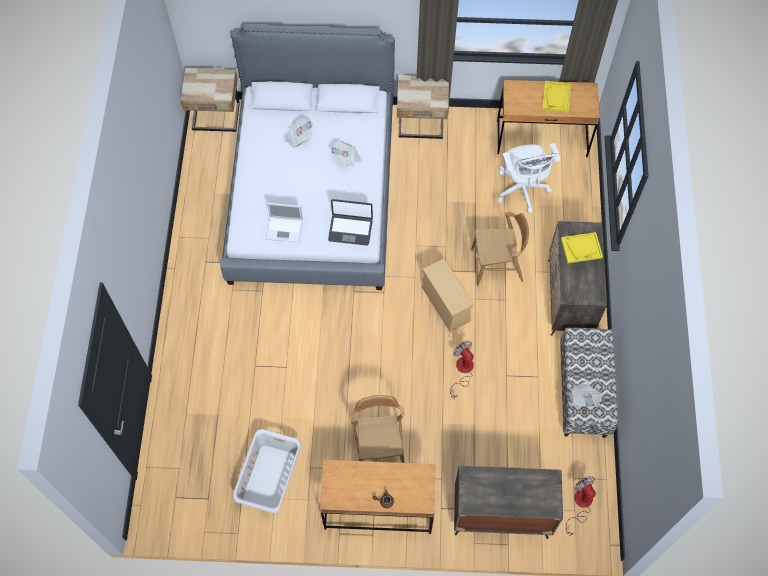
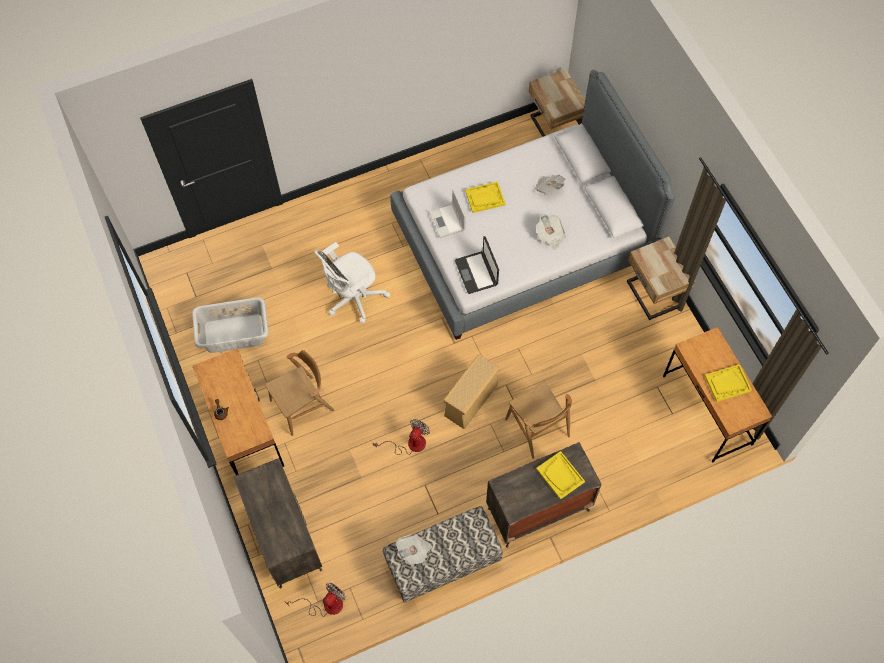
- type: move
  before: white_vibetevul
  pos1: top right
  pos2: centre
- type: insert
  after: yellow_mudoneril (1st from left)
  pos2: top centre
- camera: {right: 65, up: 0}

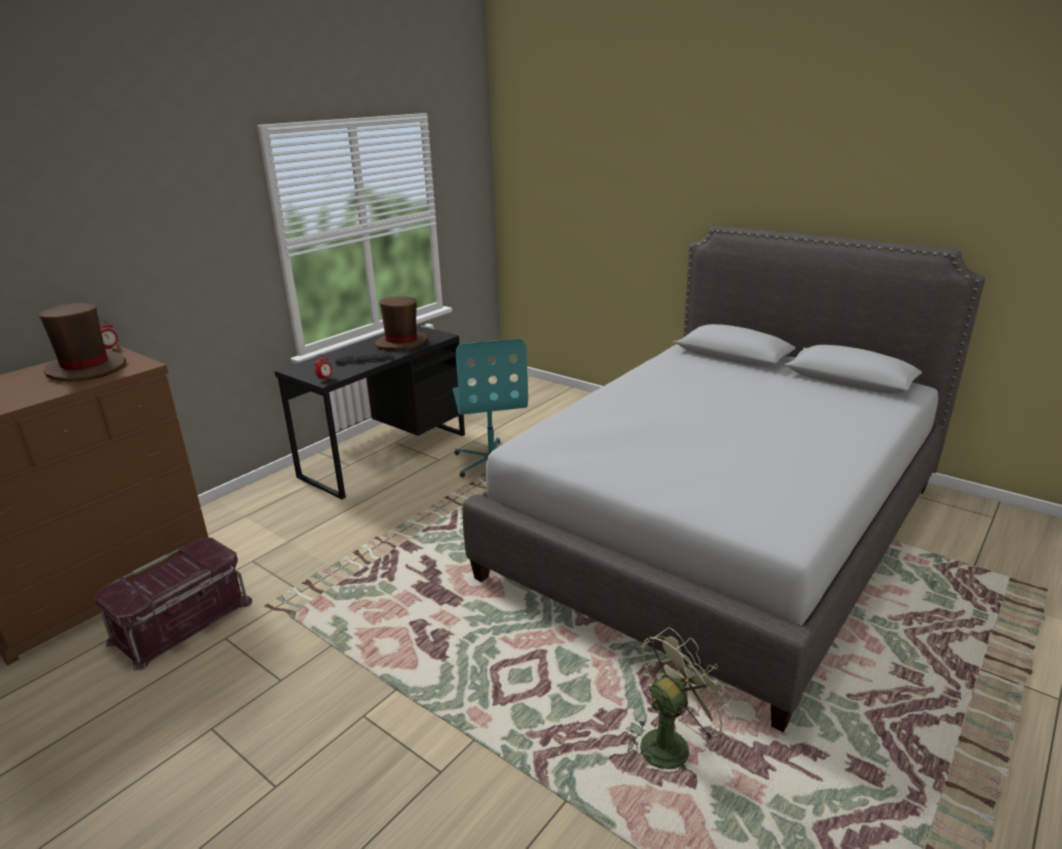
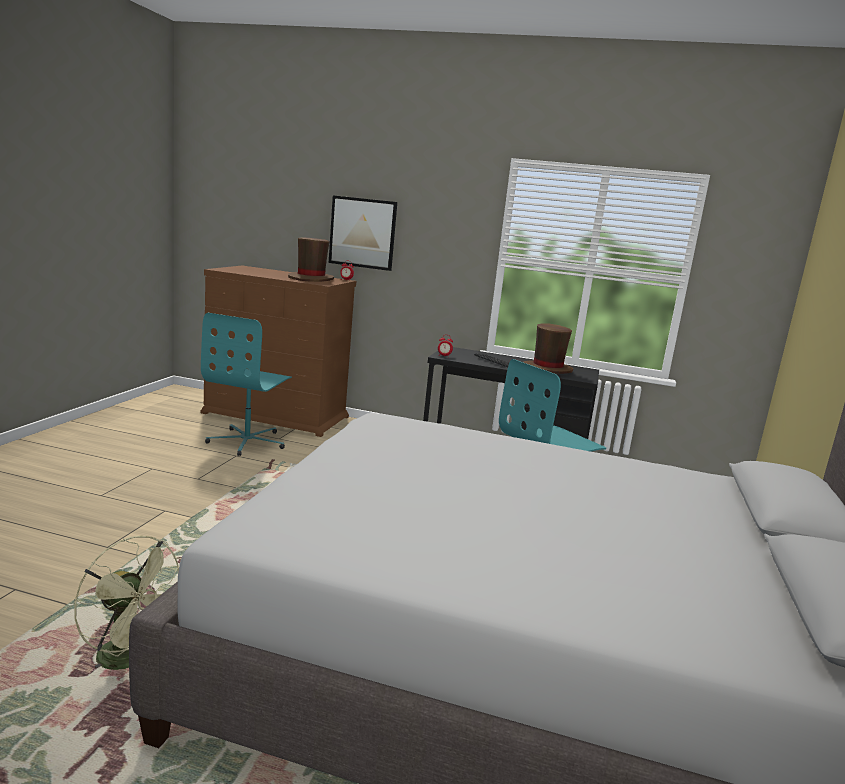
- type: replace
  before: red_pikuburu
  after: turquoise_vibetevul (1st from left)
  pos1: bottom left
  pos2: middle left
- type: insert
  after: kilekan
  pos2: top centre
- camera: {right: 65, up: -10}

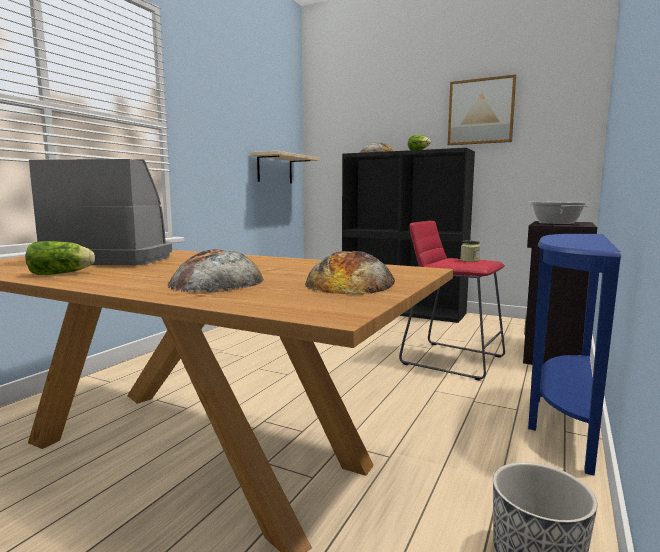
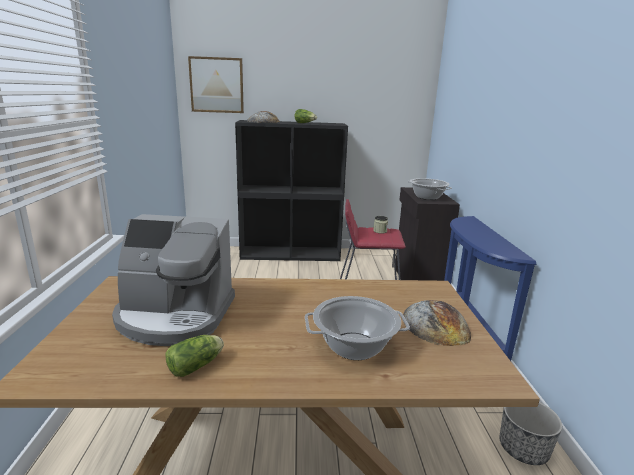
- type: rotate
  before: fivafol
  pos1: middle left
  pos2: middle left
  turn: -150
- type: move
  before: kilekan
  pos1: top right
  pos2: top centre
- type: replace
  before: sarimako (1st from left)
  after: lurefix (1st from left)
  pos1: middle left
  pos2: bottom centre
- type: delete
  before: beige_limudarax
  pos1: top centre
- camera: {right: -30, up: 10}

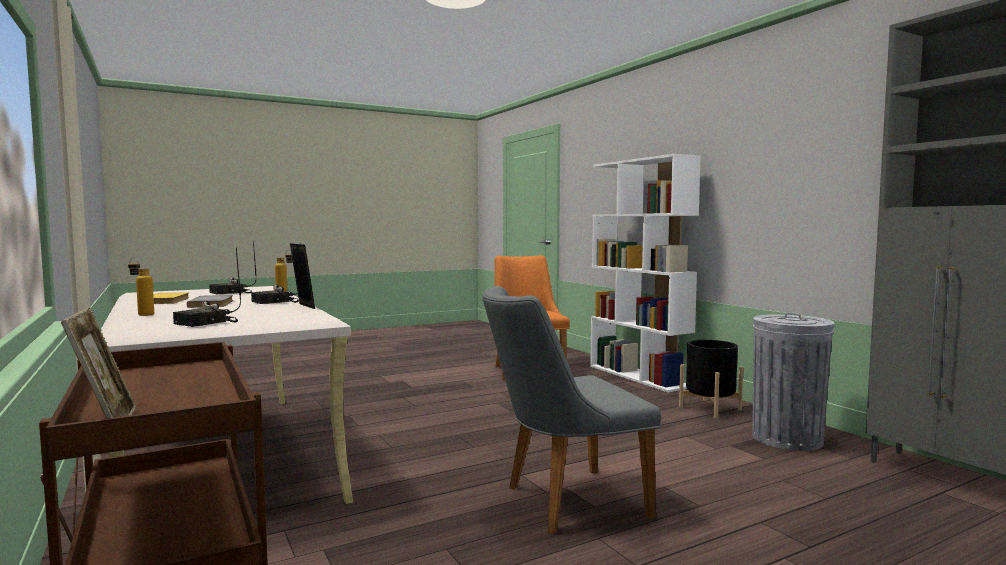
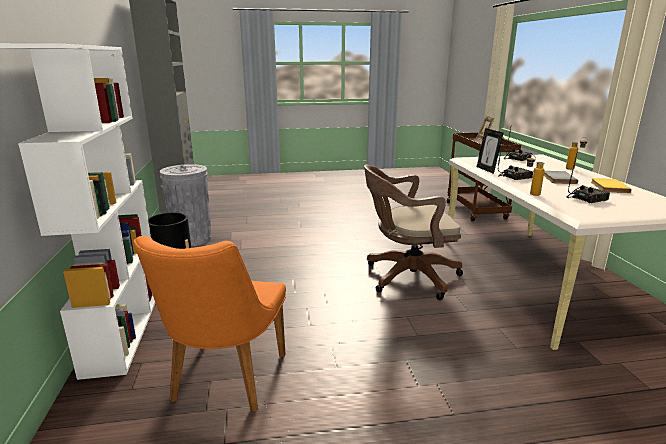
- type: insert
  after: brown_vibetevul
  pos2: centre
- type: delete
  before: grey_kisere
  pos1: bottom centre
- camera: {right: -160, up: 15}

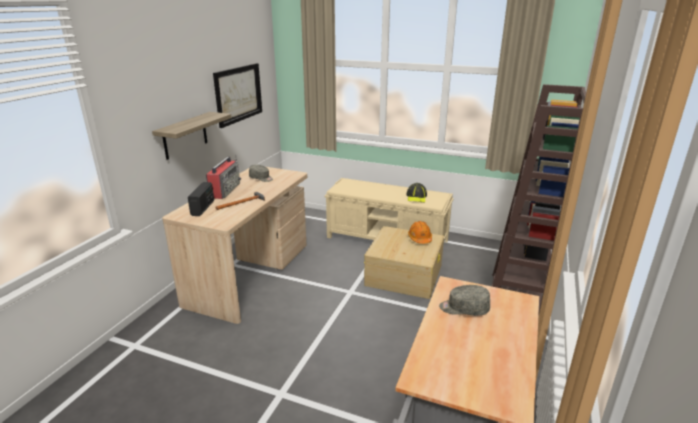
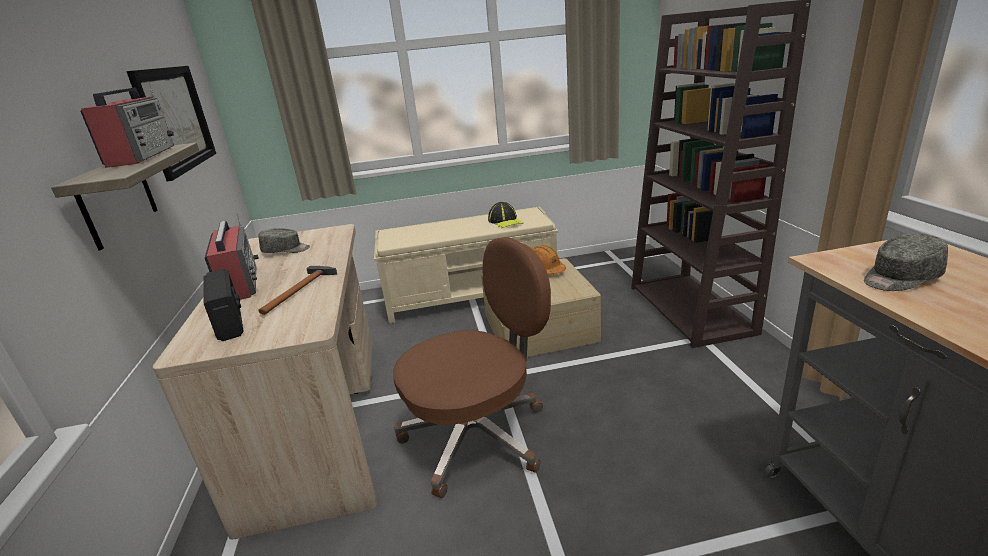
- type: insert
  after: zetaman (1st from left)
  pos2: top left
- type: insert
  after: brown_vibetevul
  pos2: centre
- camera: {right: -30, up: 0}

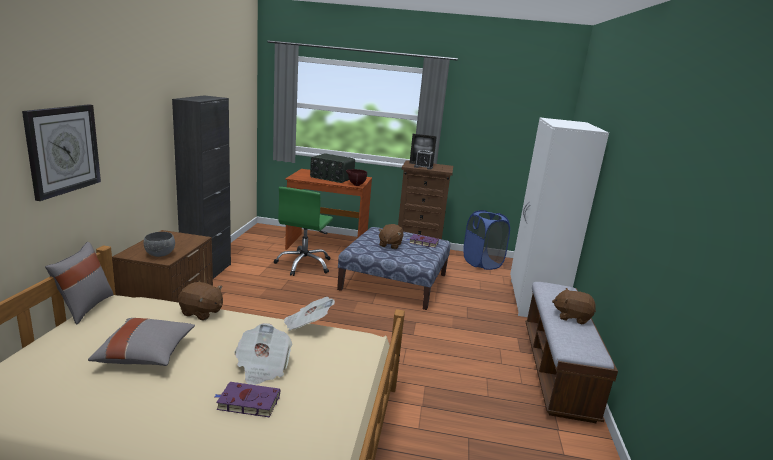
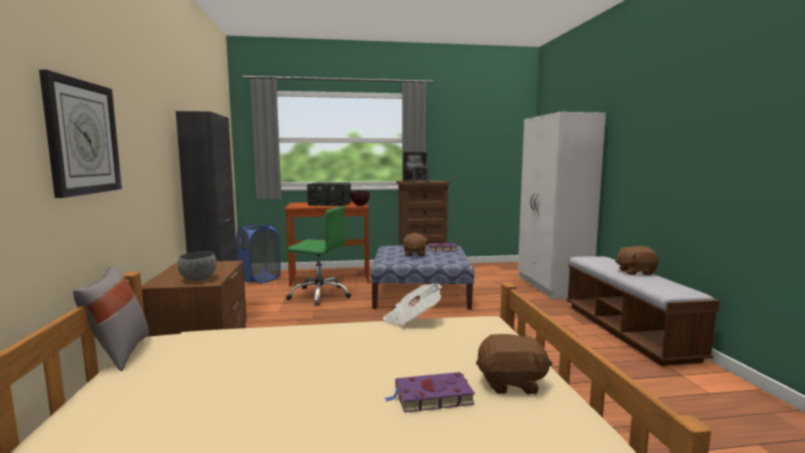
- type: move
  before: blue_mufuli
  pos1: centre
  pos2: middle left
- type: rotate
  before: green_vibetevul
  pos1: centre
  pos2: centre
  turn: -75
- type: move
  before: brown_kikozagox (1st from left in the first image)
  after: brown_kikozagox (2nd from left)
  pos1: middle left
  pos2: bottom centre
- type: delete
  before: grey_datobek (2nd from left)
  pos1: bottom left
- type: delete
  before: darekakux (1st from left)
  pos1: bottom centre
- camera: {right: -15, up: -10}

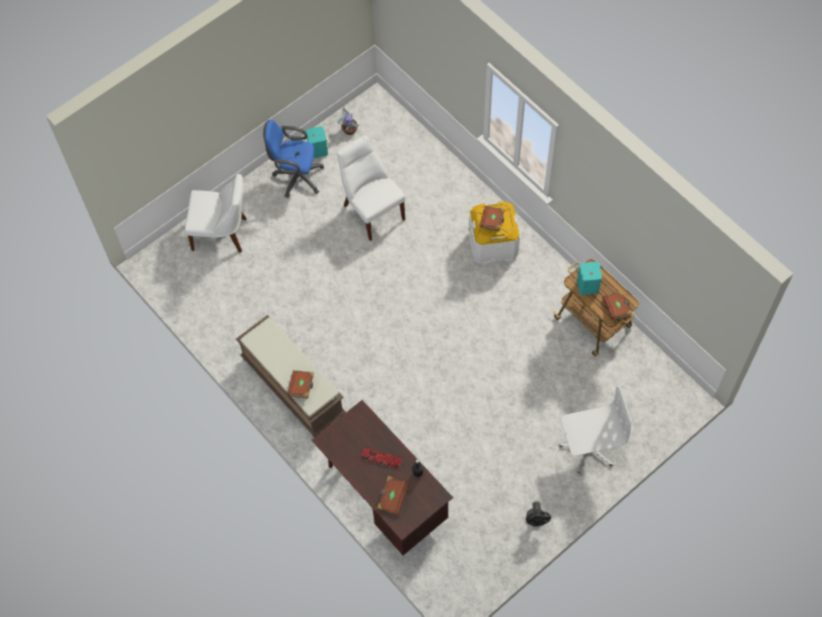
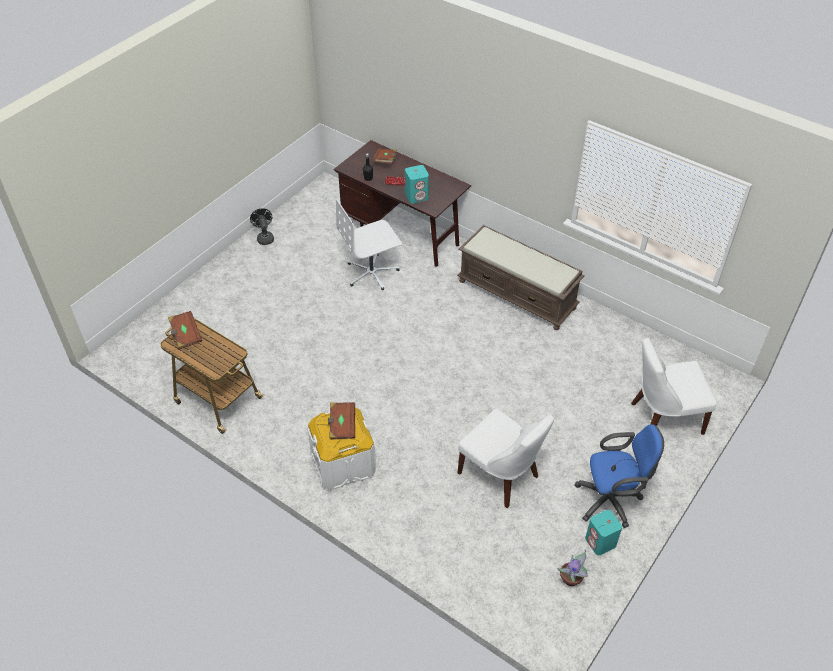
- type: move
  before: white_vibetevul
  pos1: bottom right
  pos2: centre
- type: move
  before: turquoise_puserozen (2nd from left in the first image)
  after: turquoise_puserozen (1st from left)
  pos1: middle right
  pos2: top centre
- type: delete
  before: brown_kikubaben (1st from left)
  pos1: centre
- camera: {right: 165, up: -15}

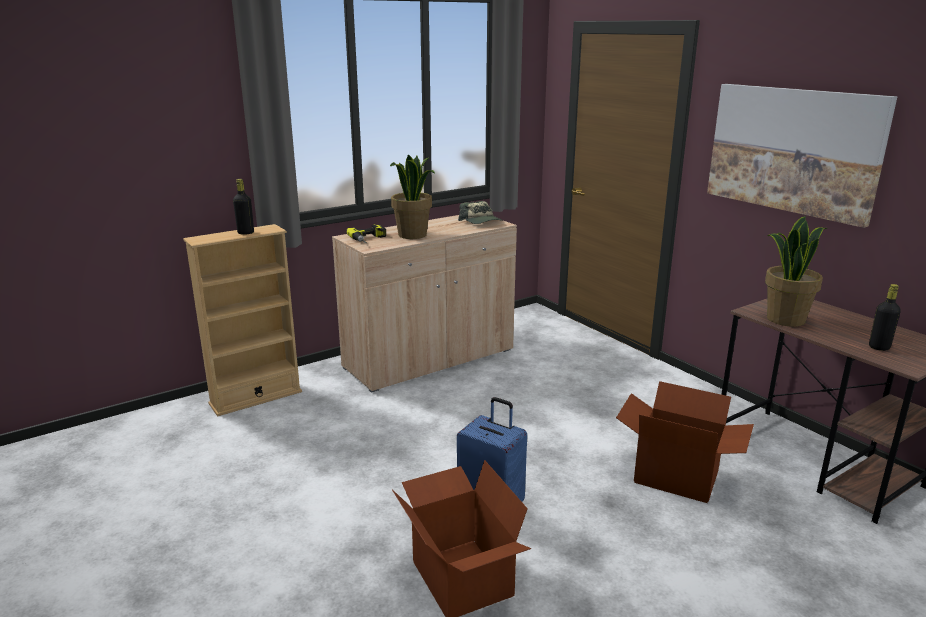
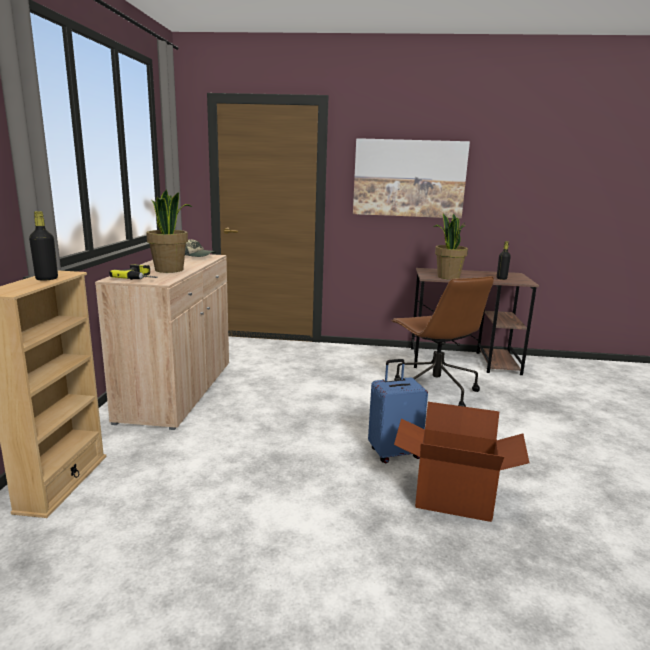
- type: replace
  before: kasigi (2nd from left)
  after: brown_vibetevul
  pos1: bottom right
  pos2: middle right
- camera: {right: -50, up: -5}

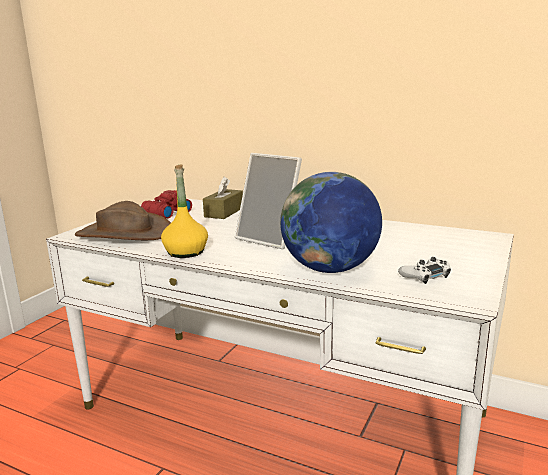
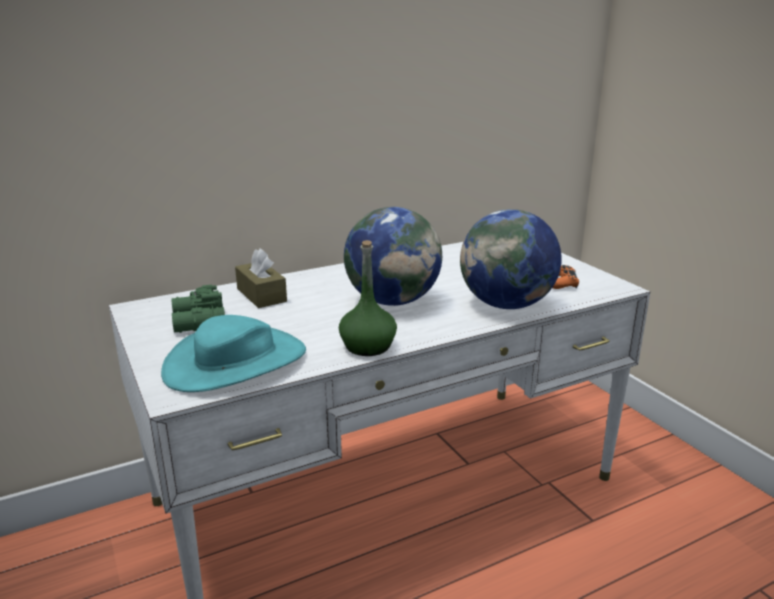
- type: recolor
  before: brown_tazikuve
  after: turquoise_tazikuve
  pos1: middle left
  pos2: middle left
- type: recolor
  before: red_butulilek
  after: green_butulilek
  pos1: middle left
  pos2: middle left
- type: recolor
  before: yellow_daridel
  after: green_daridel
  pos1: centre
  pos2: centre
- type: replace
  before: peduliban
  after: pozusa (1st from left)
  pos1: centre
  pos2: centre
- type: recolor
  before: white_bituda
  after: orange_bituda
  pos1: middle right
  pos2: middle right
- camera: {right: -55, up: 5}

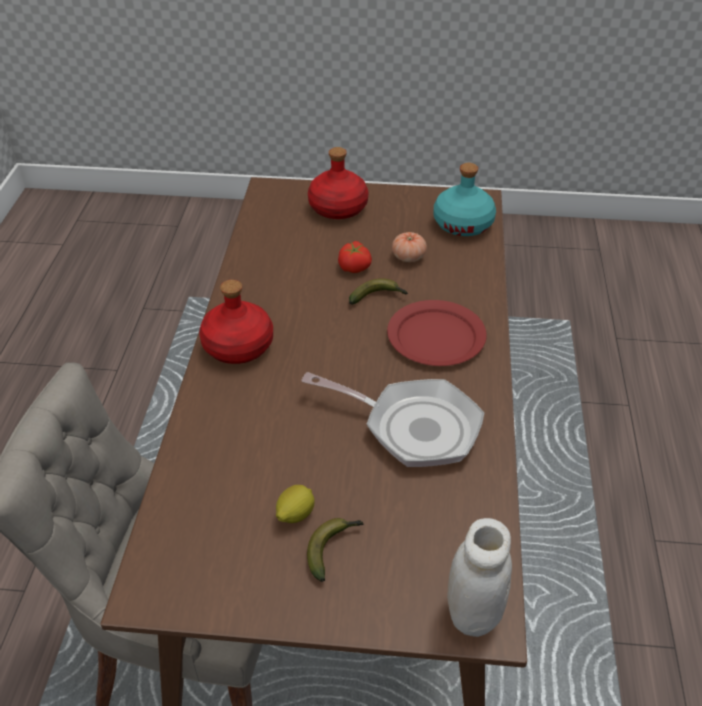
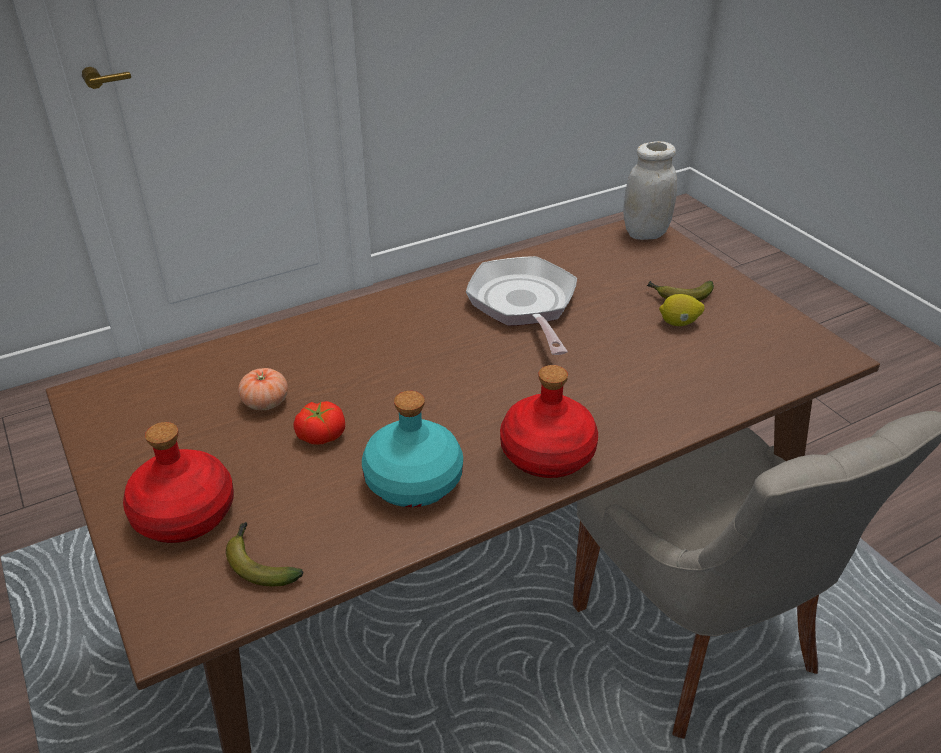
- type: move
  before: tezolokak (2nd from left in the first image)
  after: tezolokak (1st from left)
  pos1: centre
  pos2: bottom left
- type: move
  before: turquoise_daridel
  pos1: top centre
  pos2: centre
- type: delete
  before: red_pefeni
  pos1: centre
- camera: {right: -125, up: -5}

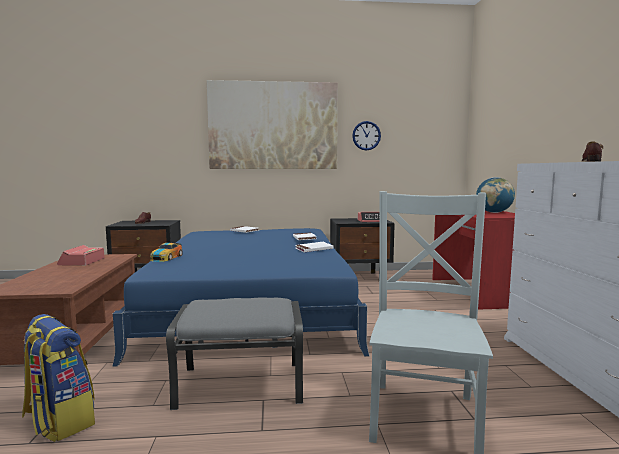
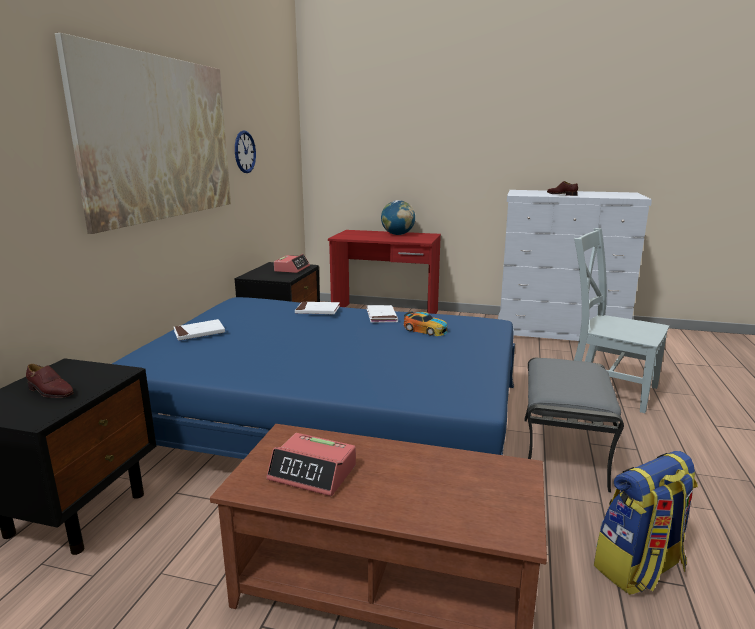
- type: move
  before: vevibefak
  pos1: middle left
  pos2: centre
- camera: {right: -70, up: 10}

